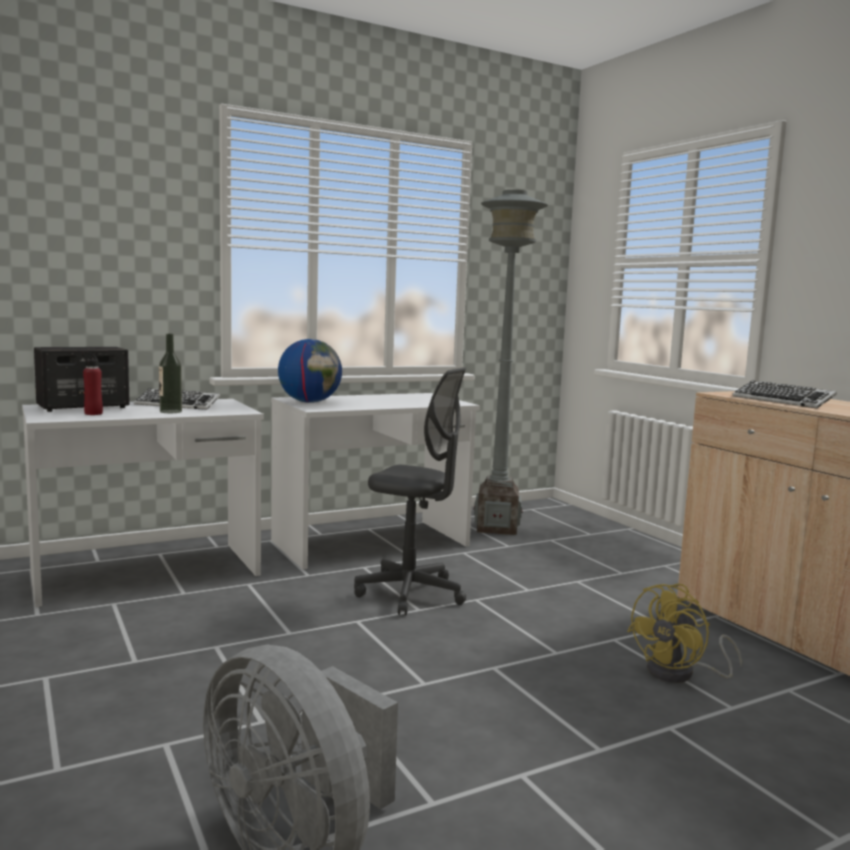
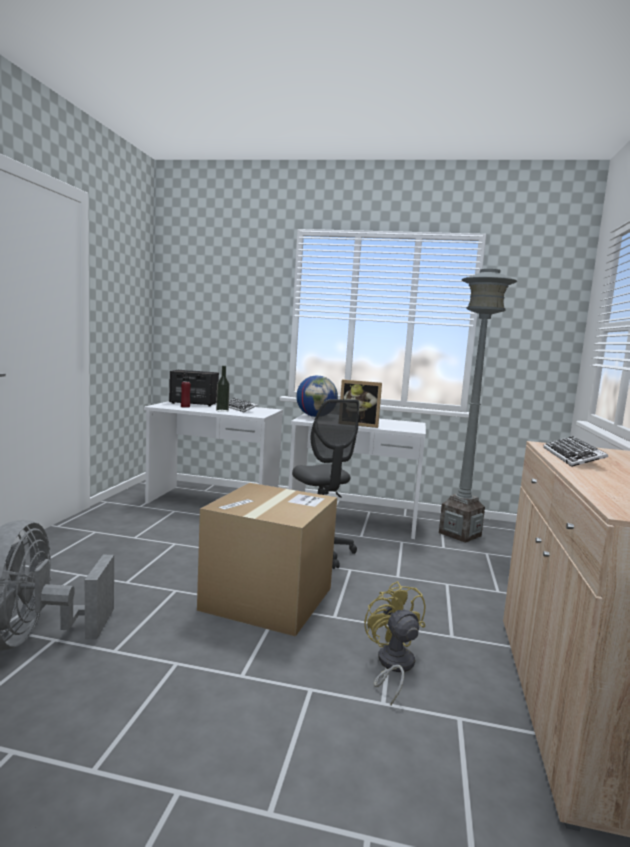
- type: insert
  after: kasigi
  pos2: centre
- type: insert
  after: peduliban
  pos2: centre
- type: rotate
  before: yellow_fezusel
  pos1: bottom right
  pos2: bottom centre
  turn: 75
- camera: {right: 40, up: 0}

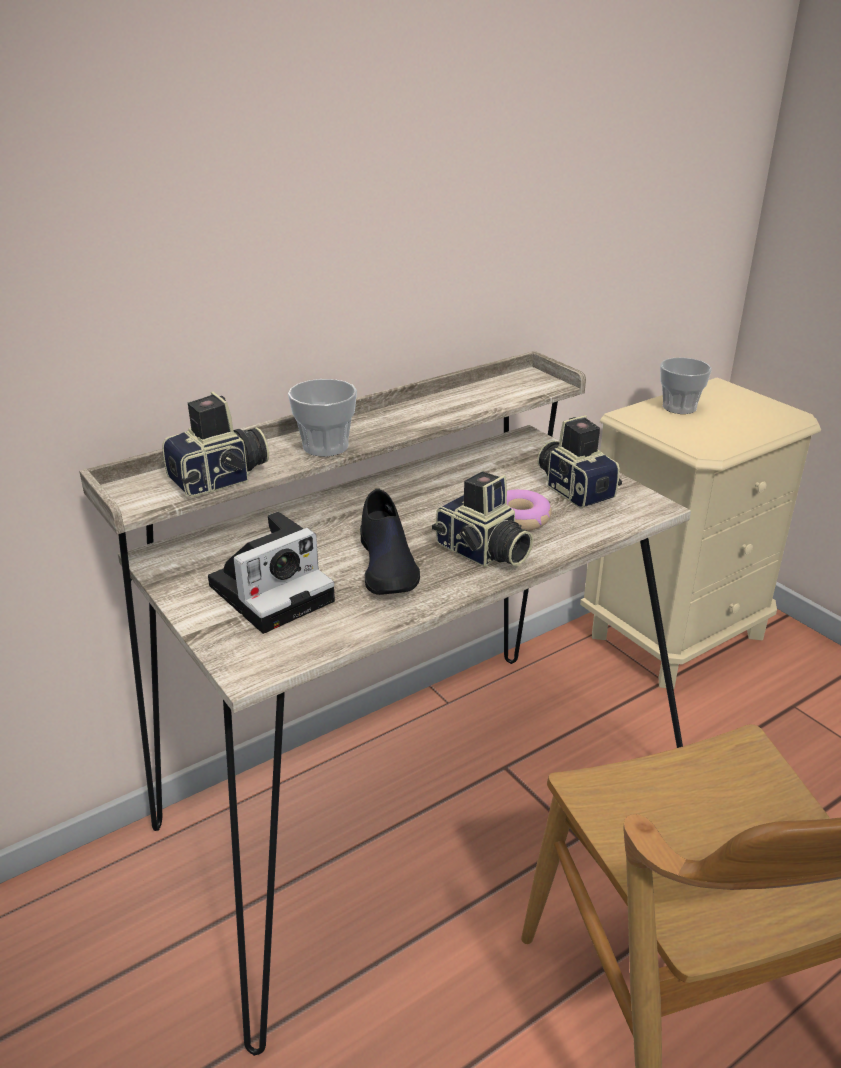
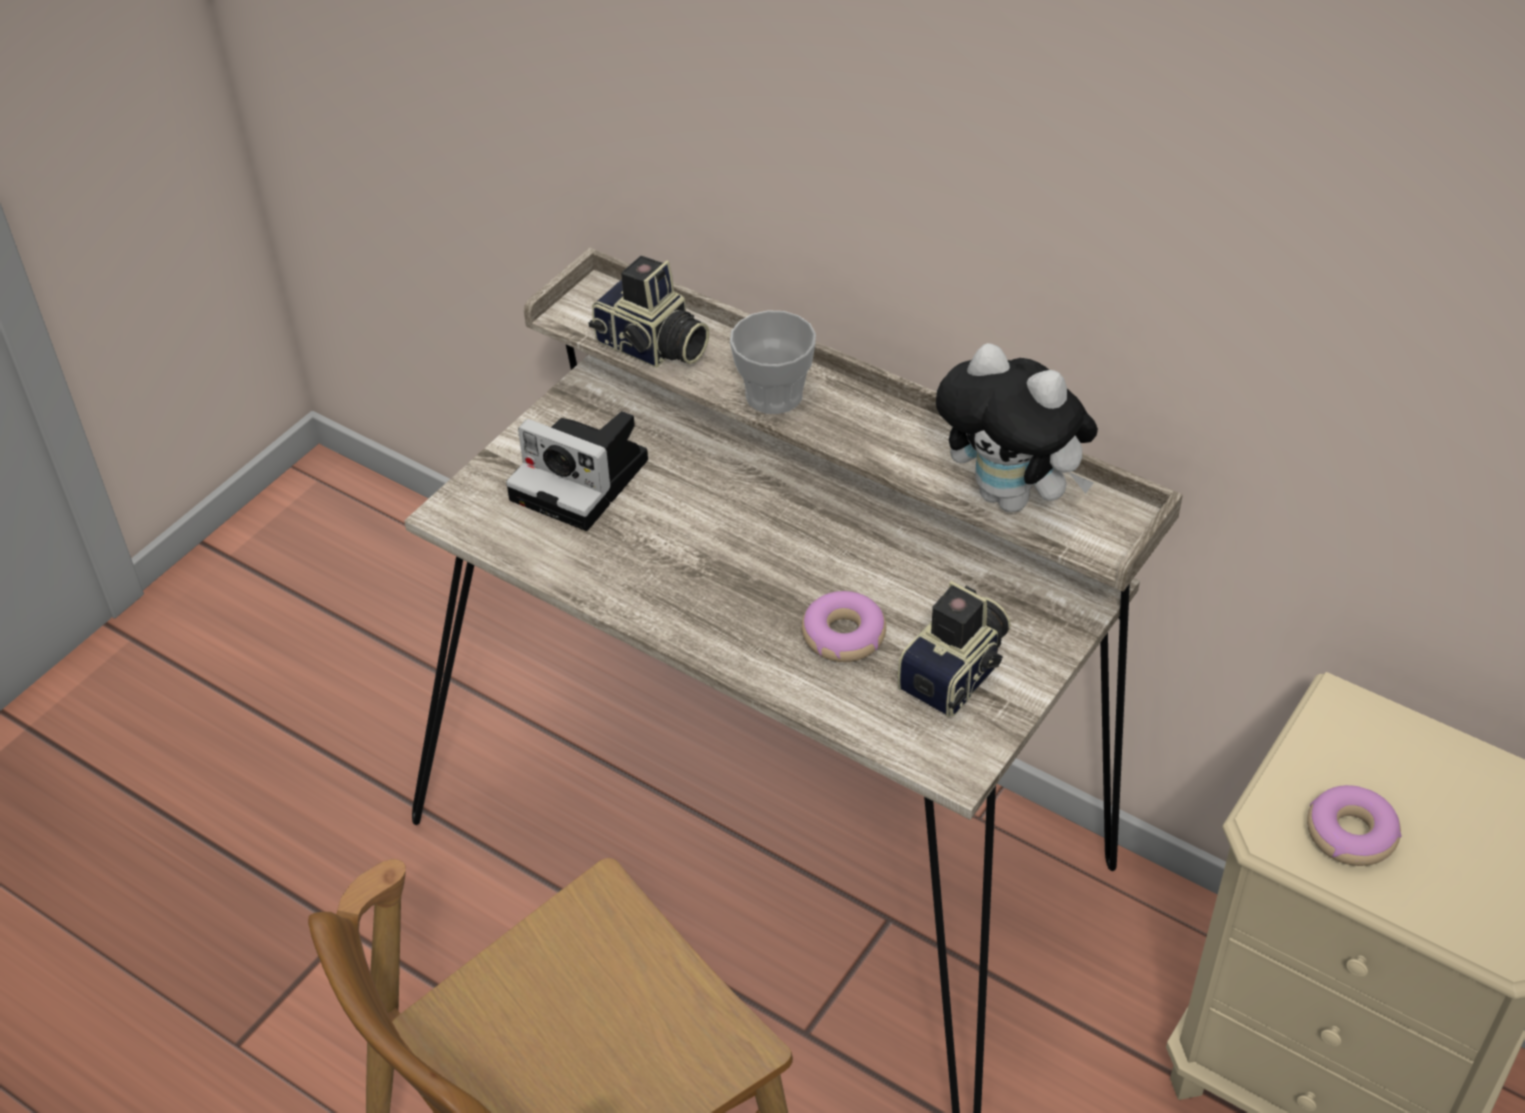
- type: insert
  after: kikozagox
  pos2: middle right
- type: insert
  after: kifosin (2nd from left)
  pos2: bottom right
- type: delete
  before: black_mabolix
  pos1: centre
- type: delete
  before: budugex (3rd from left)
  pos1: centre
- type: delete
  before: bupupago (2nd from left)
  pos1: middle right
- camera: {right: 70, up: 15}

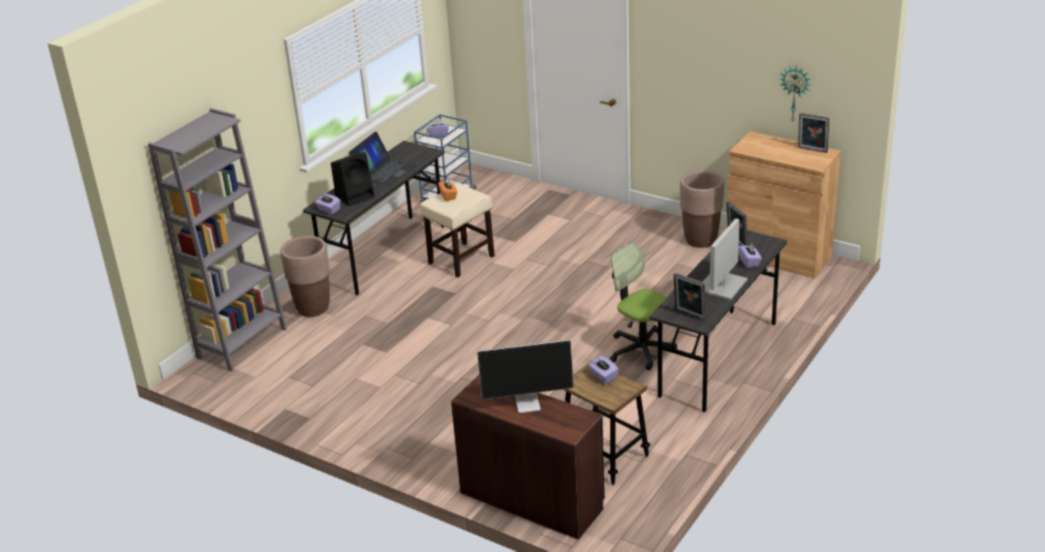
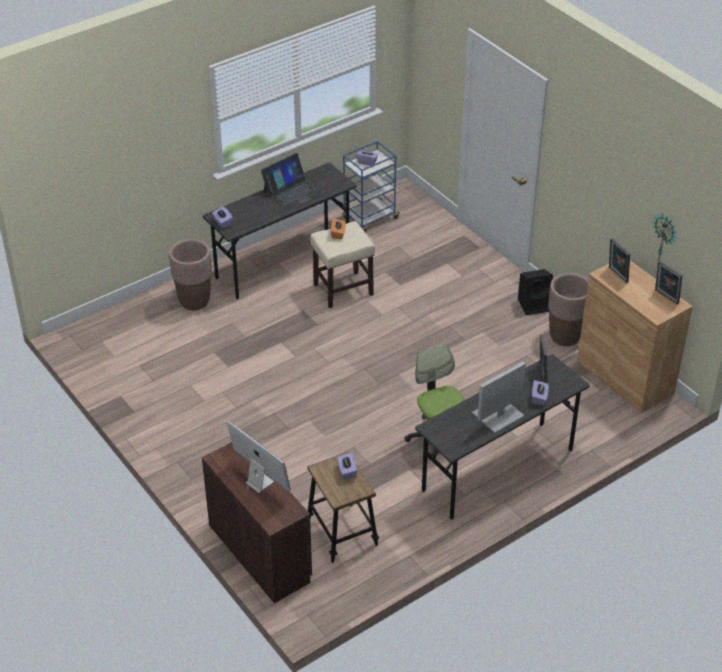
- type: rotate
  before: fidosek (1st from left)
  pos1: bottom centre
  pos2: bottom centre
  turn: -150
- type: move
  before: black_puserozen
  pos1: top centre
  pos2: middle right
- type: move
  before: peduliban (1st from left in the first image)
  after: peduliban (2nd from left)
  pos1: centre
  pos2: middle right
- type: delete
  before: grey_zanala
  pos1: middle left
- camera: {right: 20, up: 10}

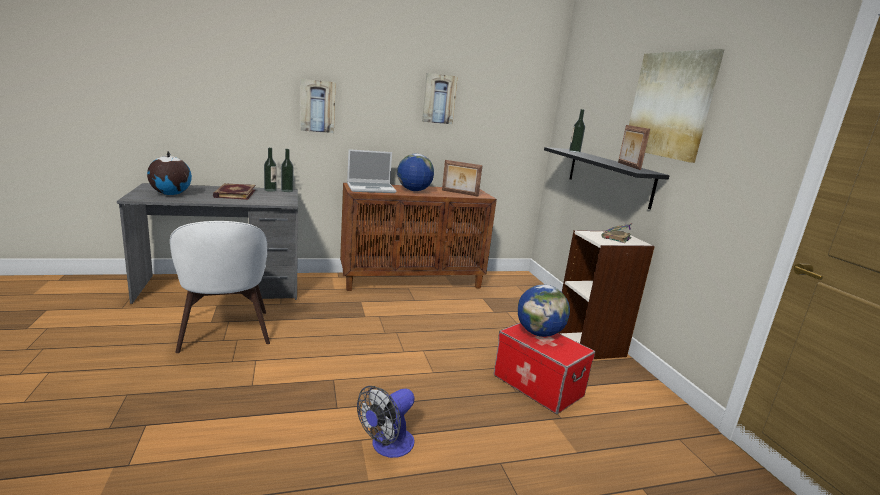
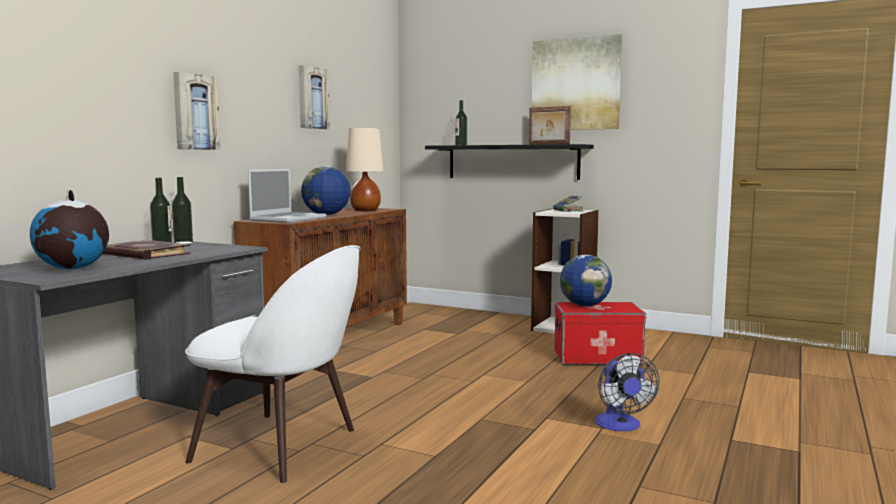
- type: replace
  before: peduliban (1st from left)
  after: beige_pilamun
  pos1: centre
  pos2: centre
- camera: {right: -45, up: -10}

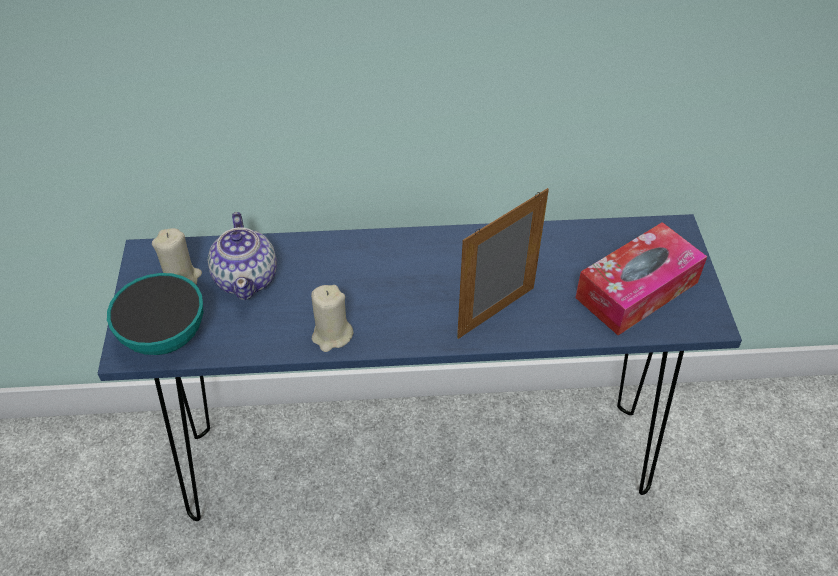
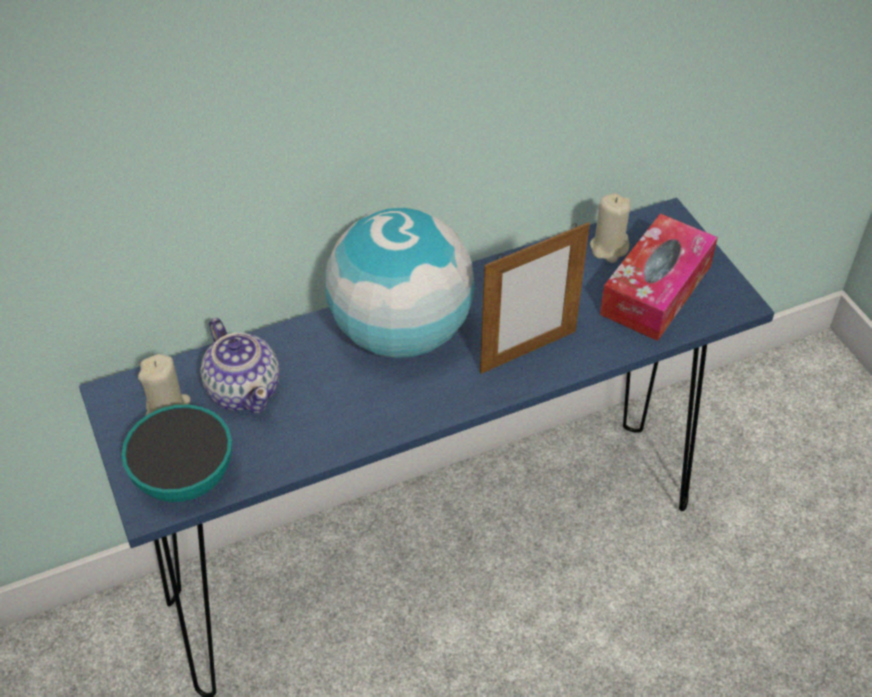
- type: insert
  after: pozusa
  pos2: centre
- type: rotate
  before: peduliban
  pos1: centre
  pos2: centre
  turn: -150
- type: move
  before: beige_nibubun (2nd from left)
  pos1: centre
  pos2: top right
- camera: {right: -20, up: 0}

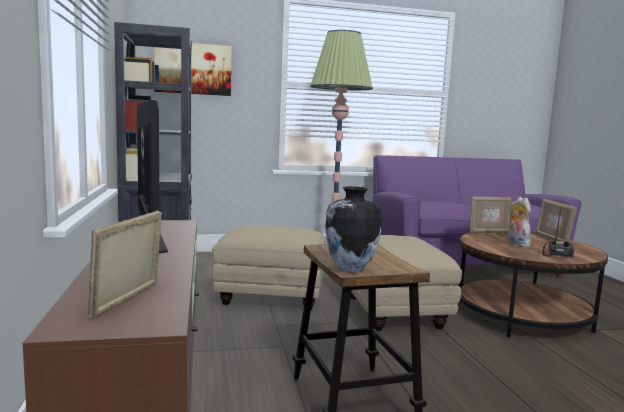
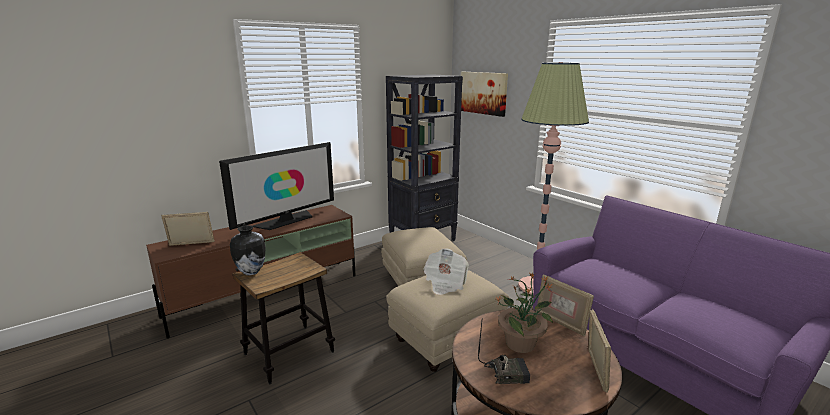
- type: insert
  after: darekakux
  pos2: centre
- type: replace
  before: kikozagox
  after: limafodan
  pos1: middle right
  pos2: bottom centre
- type: rotate
  before: peduliban (3rd from left)
  pos1: middle right
  pos2: bottom right
  turn: 135
- camera: {right: 65, up: 10}

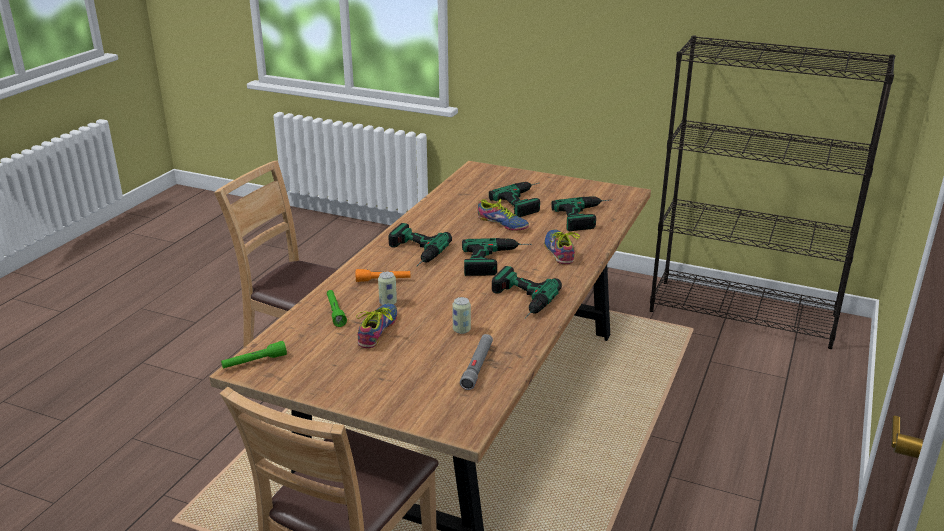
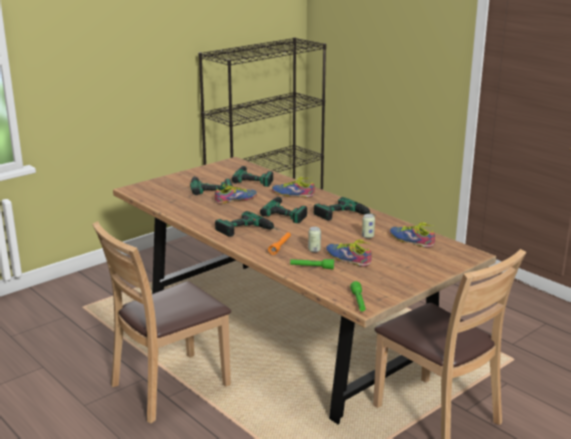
- type: replace
  before: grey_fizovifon
  after: mabolix (4th from left)
  pos1: bottom centre
  pos2: middle right
- camera: {right: -65, up: -5}

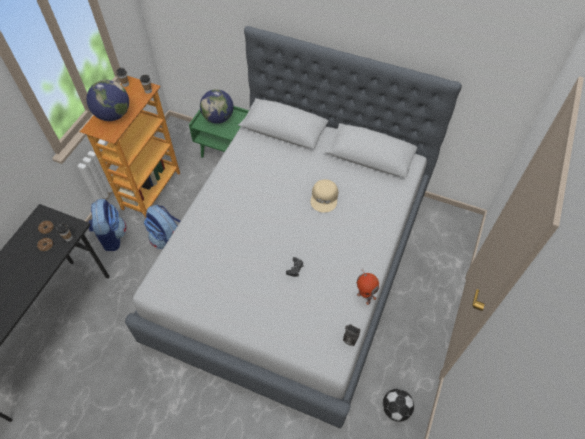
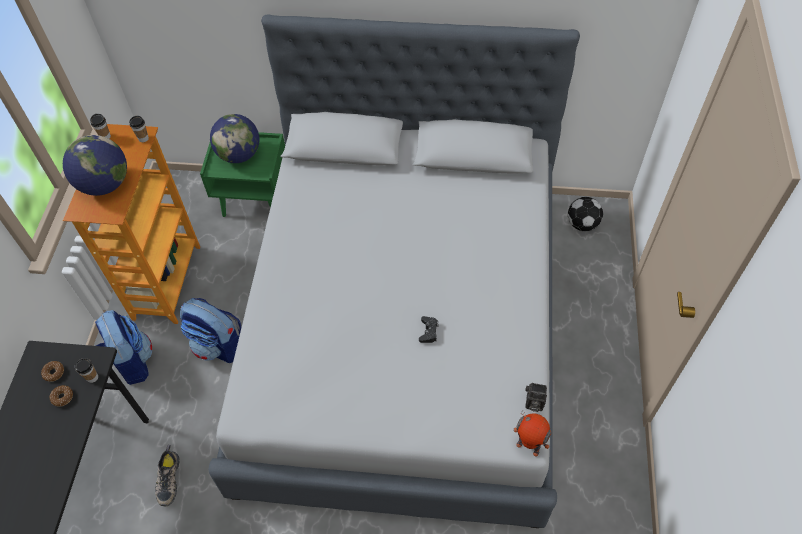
- type: insert
  after: mabolix
  pos2: bottom left
- type: move
  before: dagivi
  pos1: centre
  pos2: bottom centre
- type: move
  before: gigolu
  pos1: bottom right
  pos2: middle right
- type: delete
  before: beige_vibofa
  pos1: centre
- camera: {right: -15, up: 0}

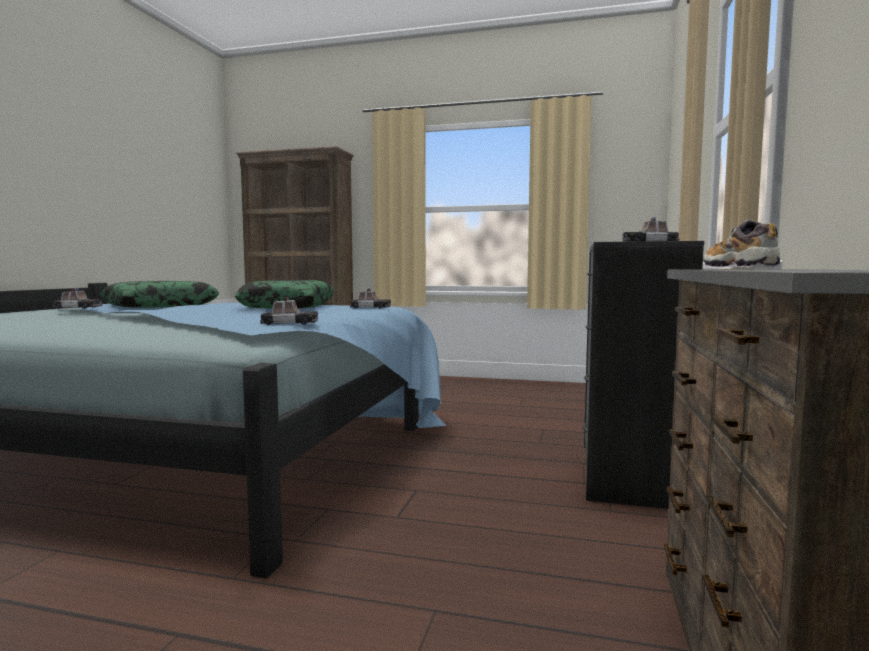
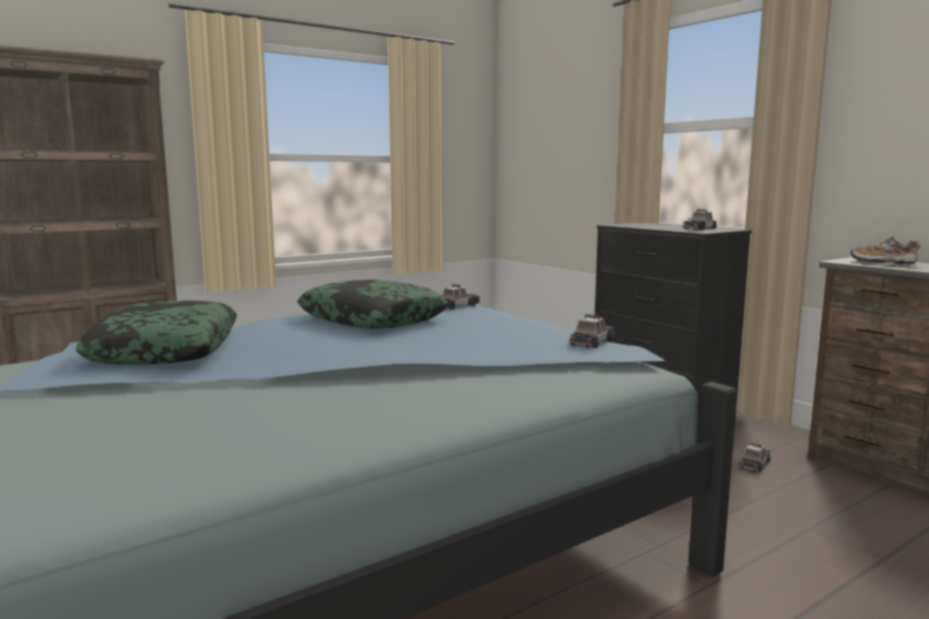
- type: move
  before: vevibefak (1st from left in the first image)
  after: vevibefak (4th from left)
  pos1: middle left
  pos2: bottom right
- camera: {right: -50, up: 5}

